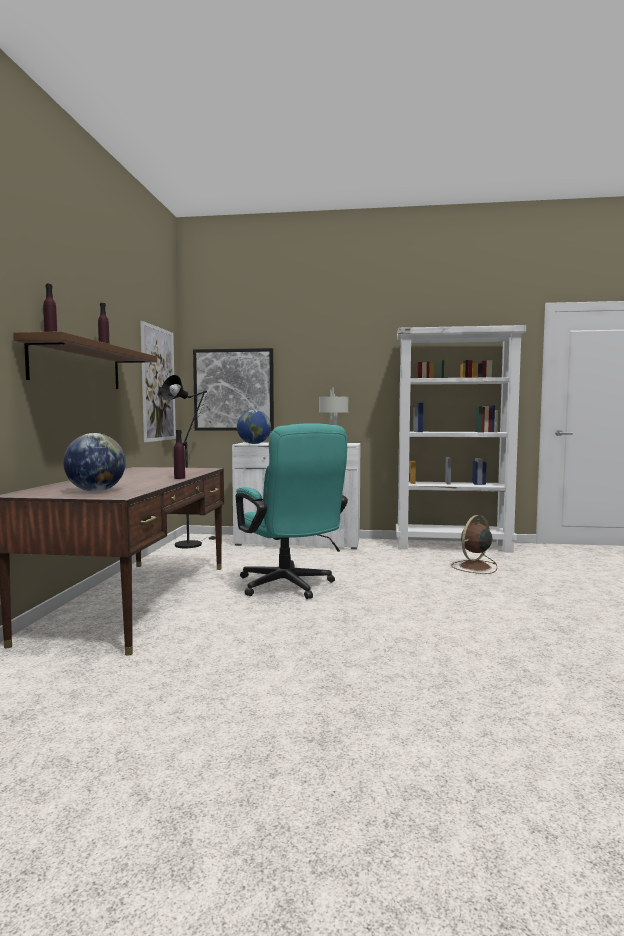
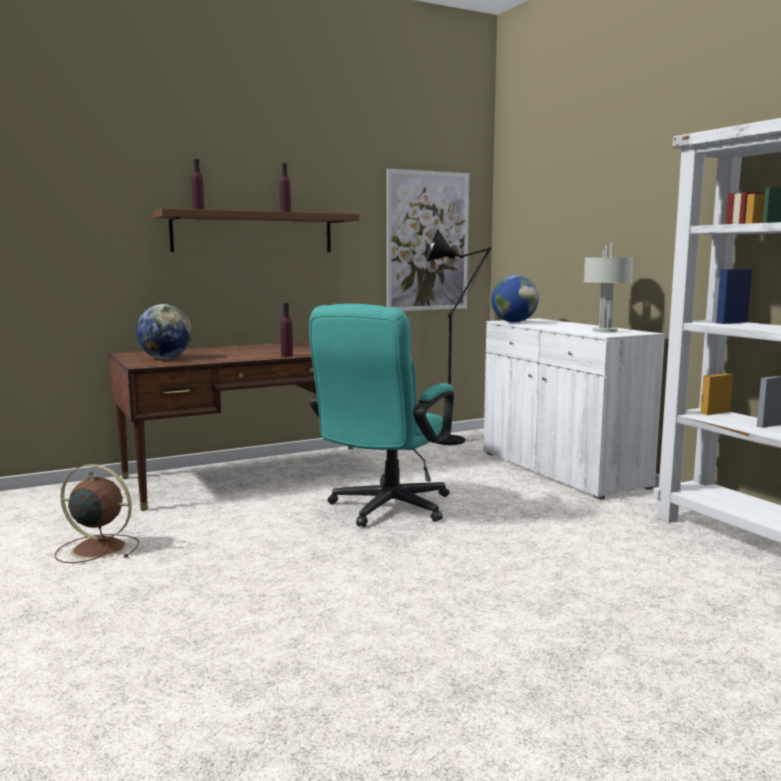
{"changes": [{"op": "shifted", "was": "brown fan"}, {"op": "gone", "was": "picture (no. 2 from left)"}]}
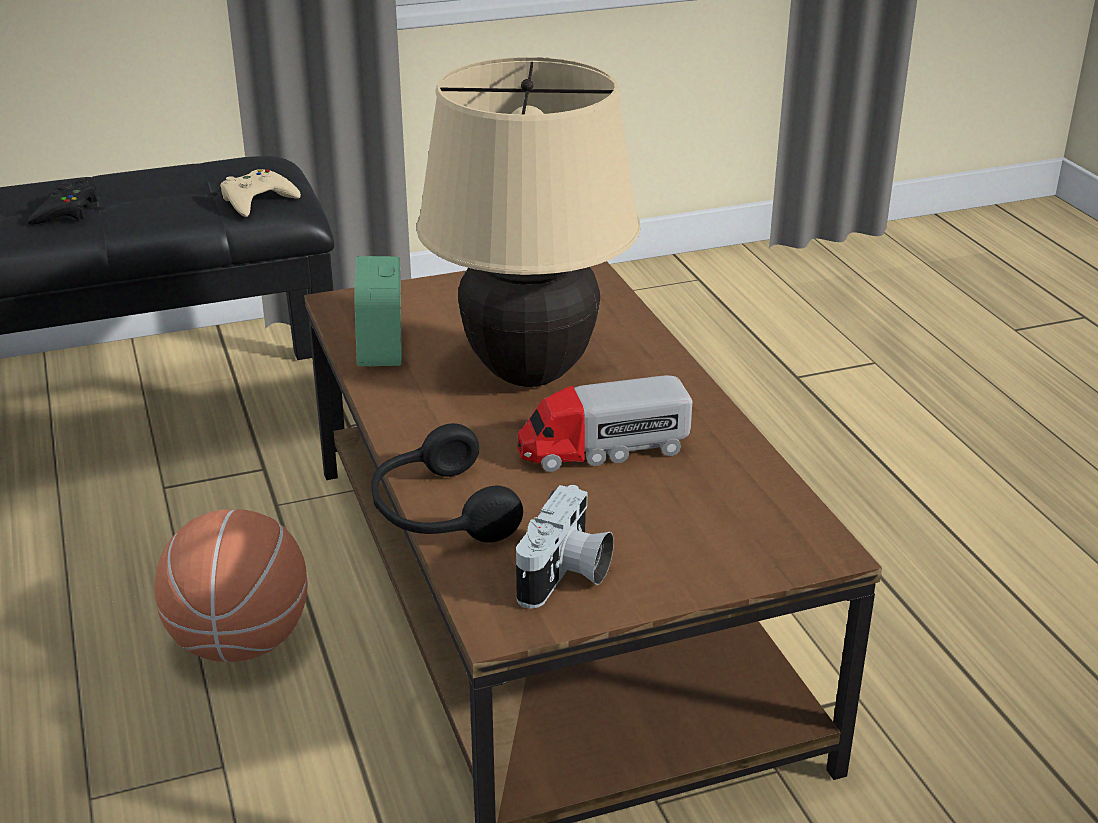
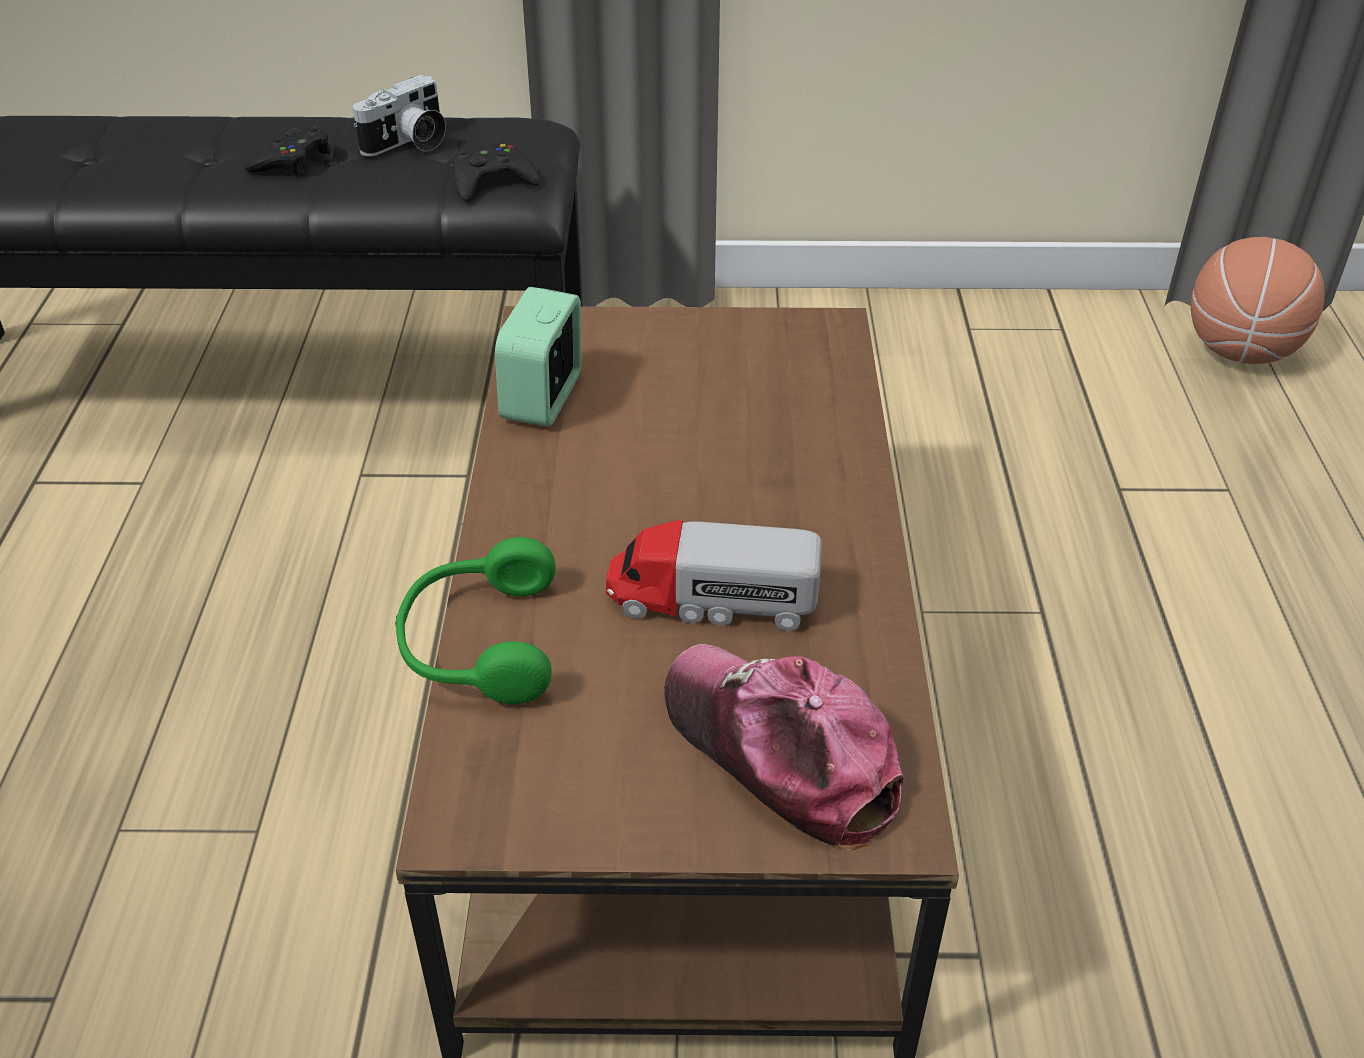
{"changes": [{"op": "shifted", "was": "still camera"}, {"op": "repainted", "was": "black-coloured headset", "now": "green headset"}, {"op": "repainted", "was": "beige game controller", "now": "black-coloured game controller (no. 2 from left)"}, {"op": "new", "now": "cap"}, {"op": "shifted", "was": "basketball ball"}, {"op": "gone", "was": "beige table lamp"}]}
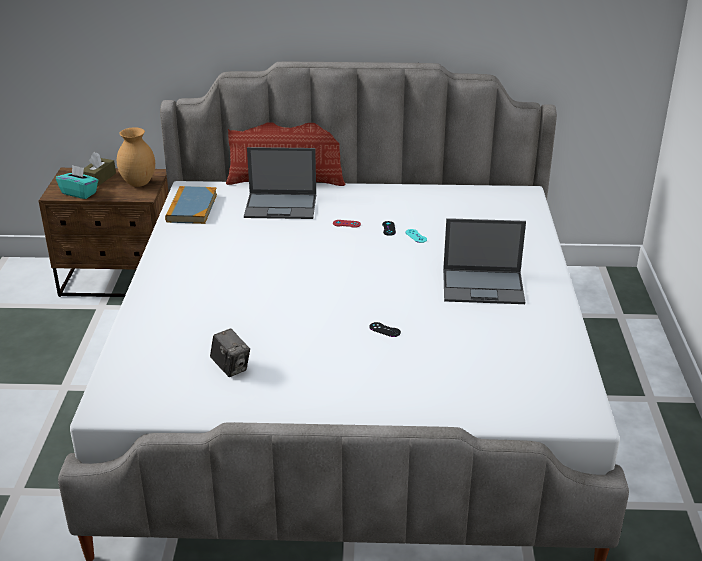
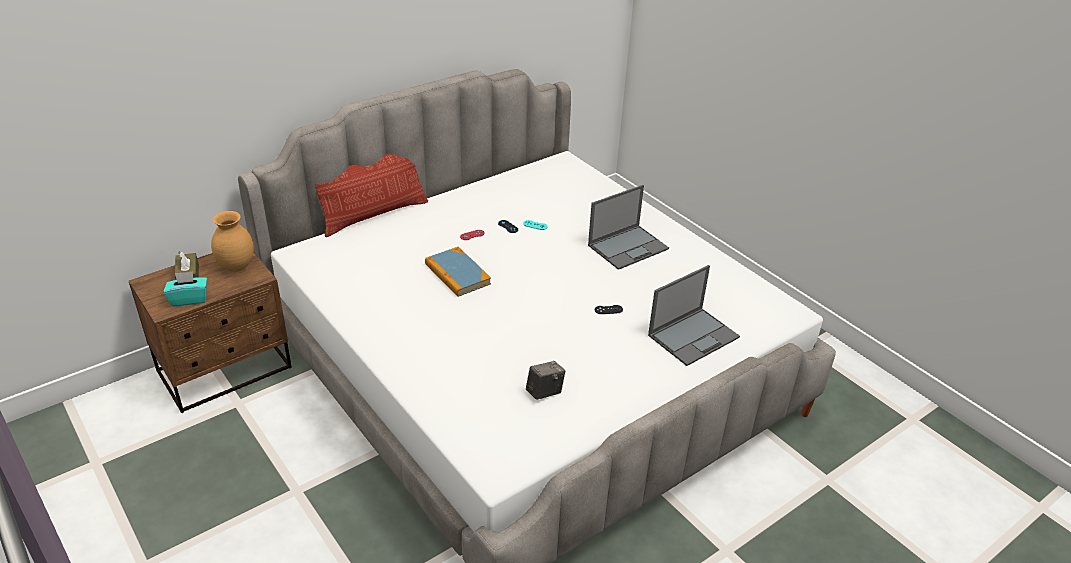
{"changes": [{"op": "shifted", "was": "book"}, {"op": "rotated", "was": "still camera", "clockwise": -45}, {"op": "shifted", "was": "portable computer (no. 1 from left in the first image)", "now": "portable computer (no. 2 from left)"}]}
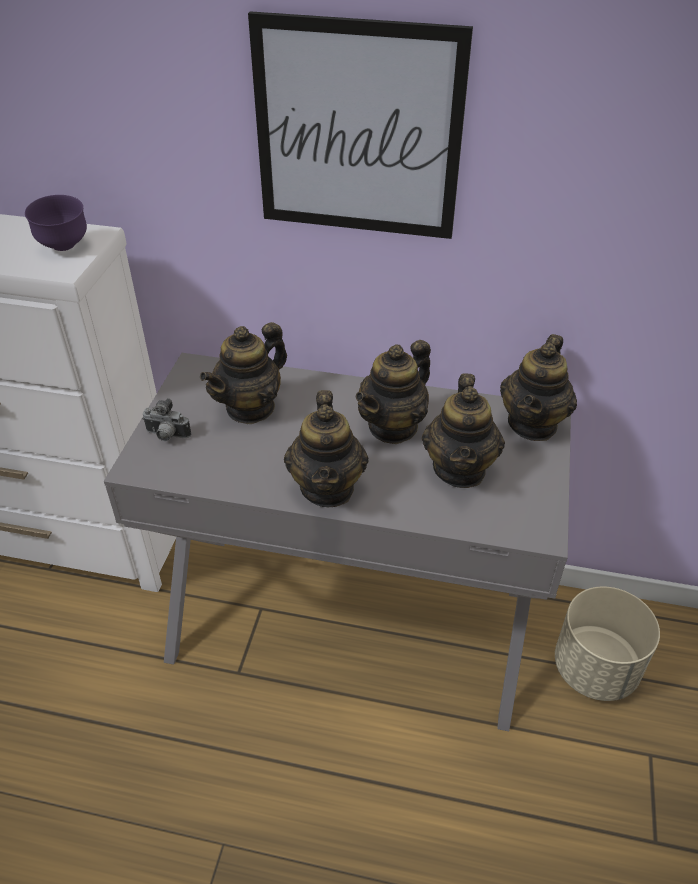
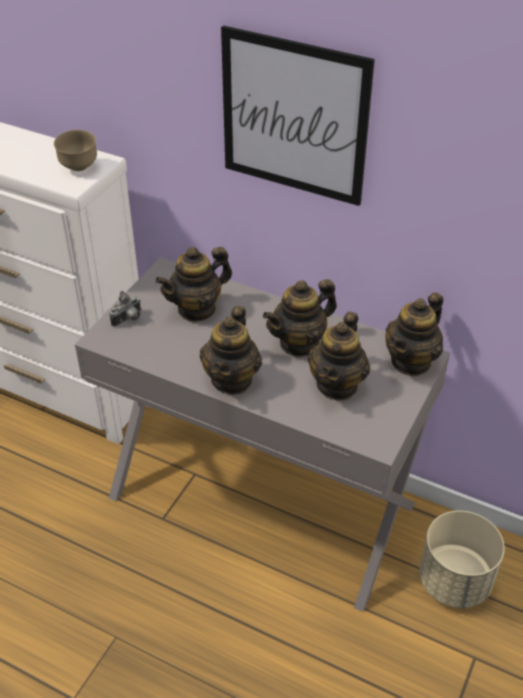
{"changes": [{"op": "repainted", "was": "purple deep dish", "now": "brown deep dish"}, {"op": "rotated", "was": "still camera", "clockwise": -75}]}
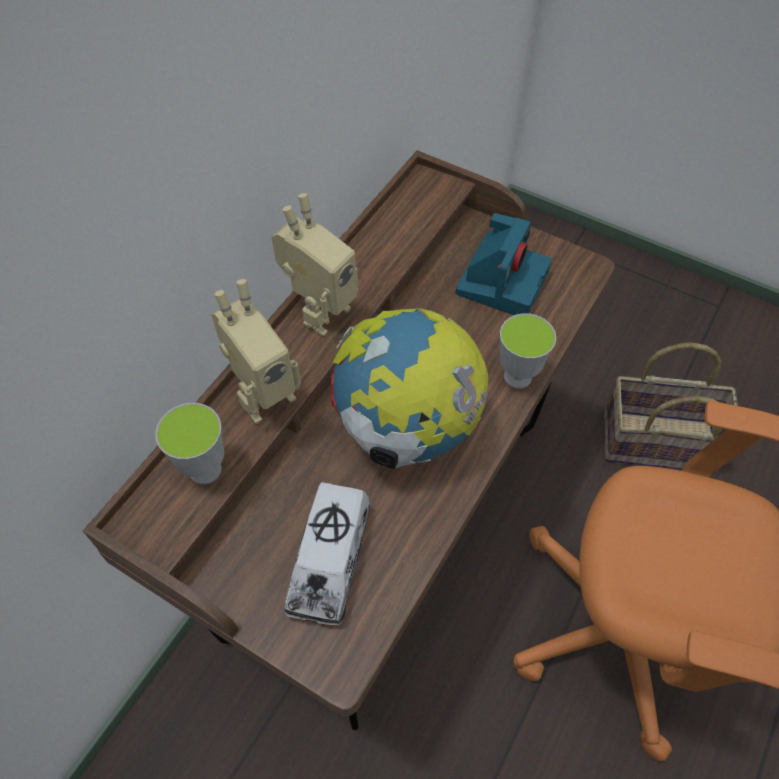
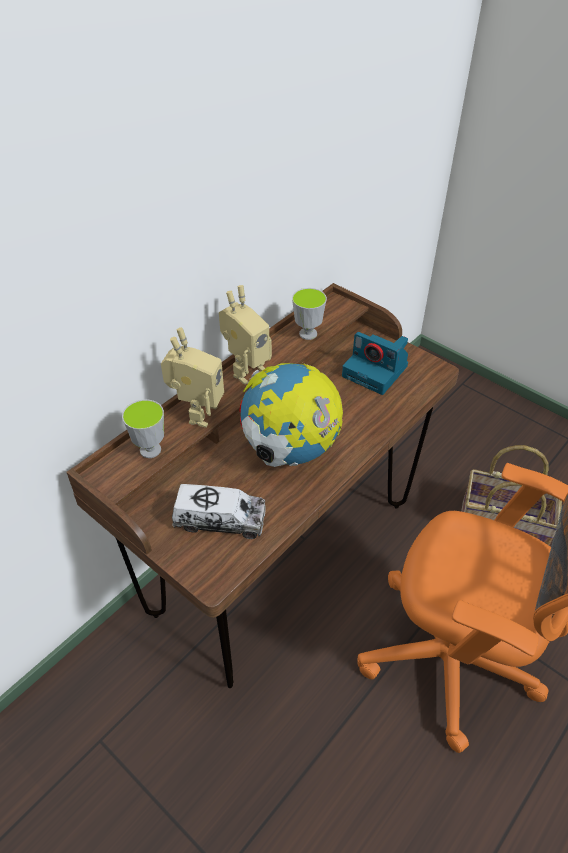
{"changes": [{"op": "rotated", "was": "robot figure (no. 1 from left)", "clockwise": -45}, {"op": "rotated", "was": "model truck", "clockwise": -105}, {"op": "shifted", "was": "cup (no. 2 from left)"}, {"op": "rotated", "was": "still camera", "clockwise": 90}]}
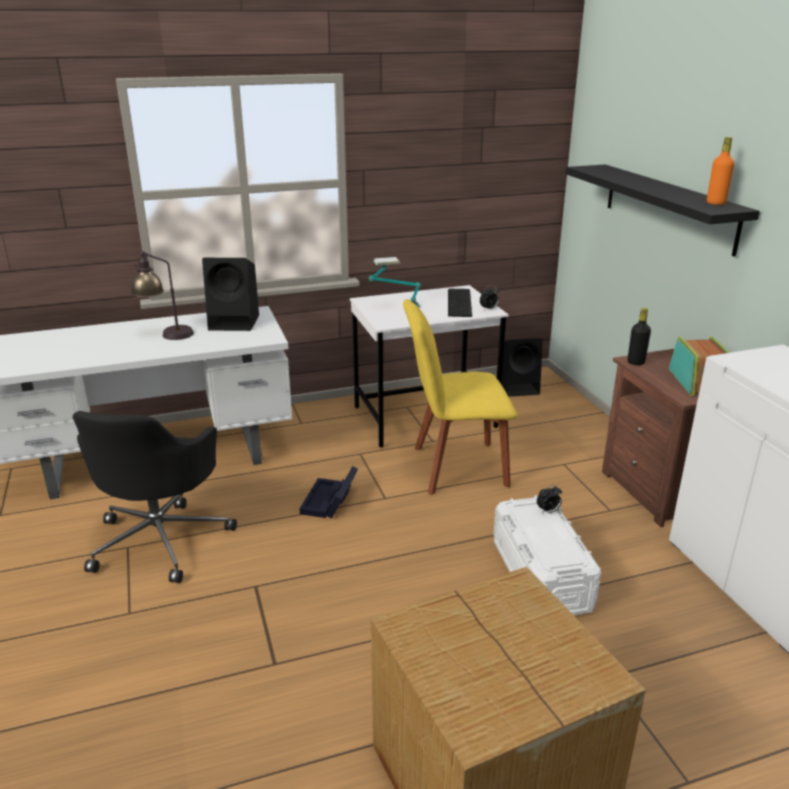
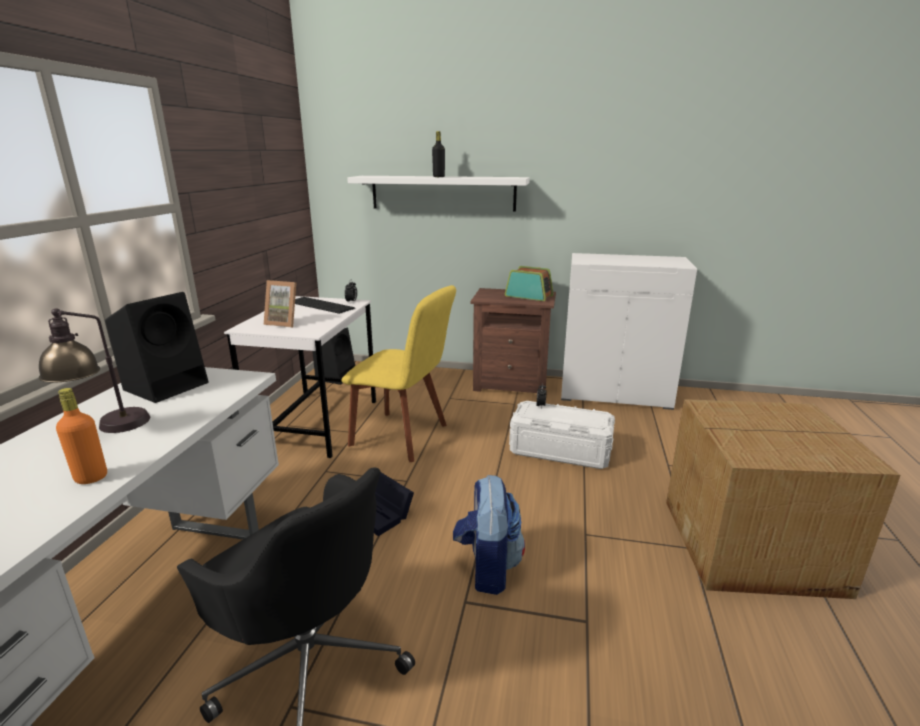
{"changes": [{"op": "shifted", "was": "orangey beverage bottle"}, {"op": "swapped", "was": "table lamp (no. 2 from left)", "now": "picture frame"}, {"op": "rotated", "was": "yellow-coloured chair", "clockwise": -90}, {"op": "repainted", "was": "black-coloured shelf", "now": "white shelf"}, {"op": "shifted", "was": "black-coloured beverage bottle"}, {"op": "new", "now": "backpack"}]}
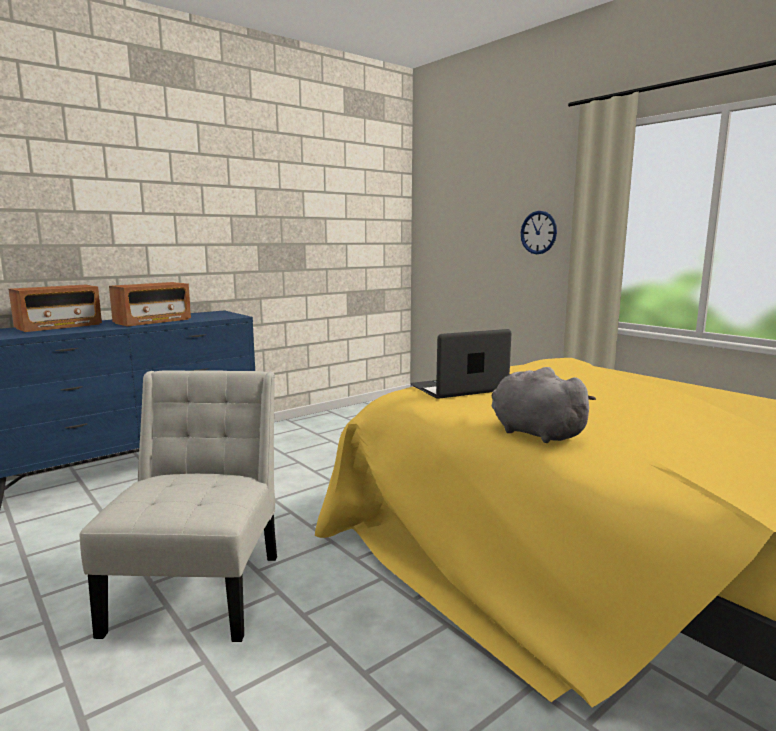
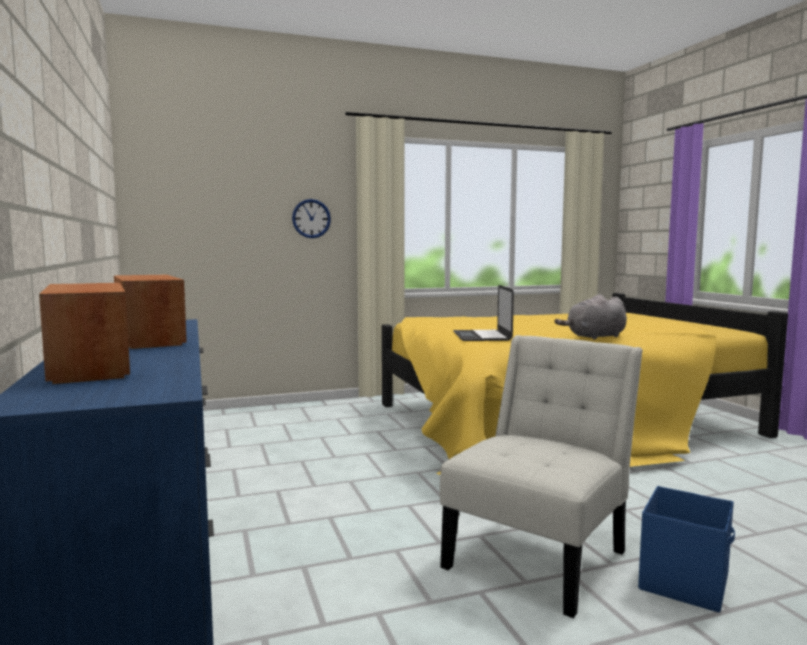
{"changes": [{"op": "rotated", "was": "white chair", "clockwise": 105}, {"op": "new", "now": "blue-coloured storage bin"}]}
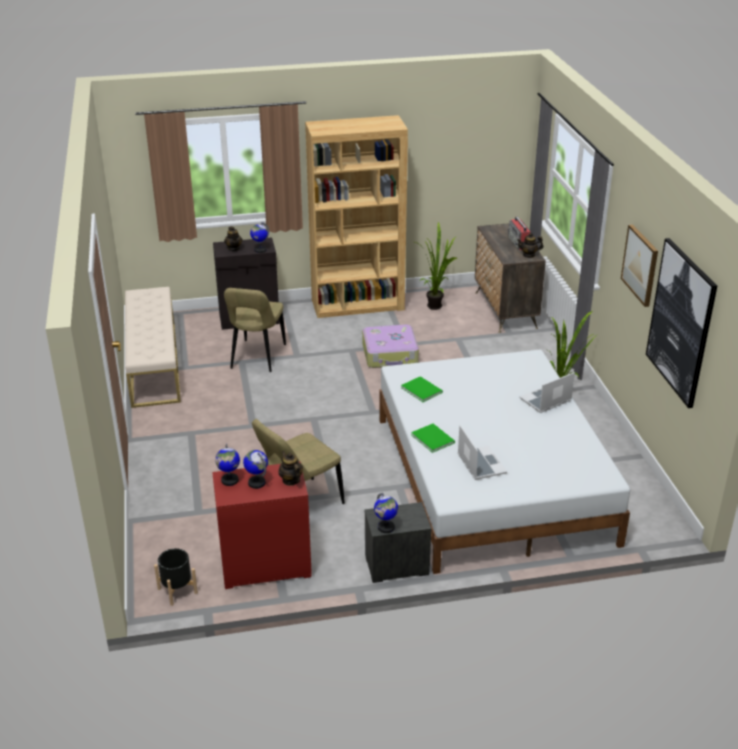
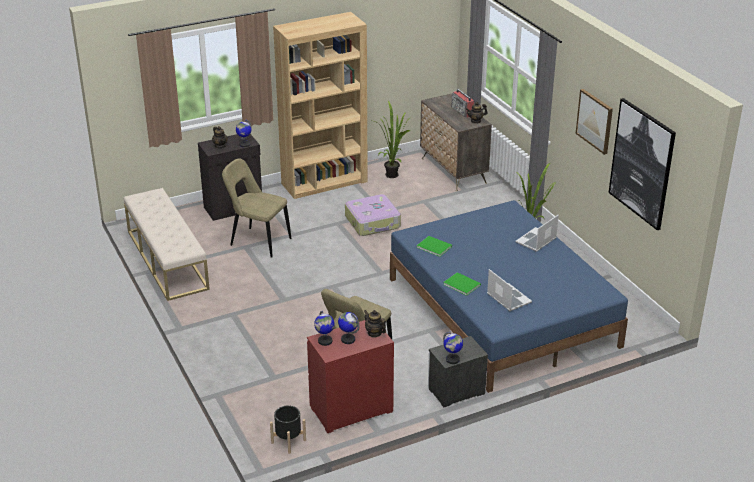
{"changes": [{"op": "rotated", "was": "beige chair (no. 1 from left)", "clockwise": 120}, {"op": "repainted", "was": "white bedroom bed", "now": "blue-coloured bedroom bed"}]}
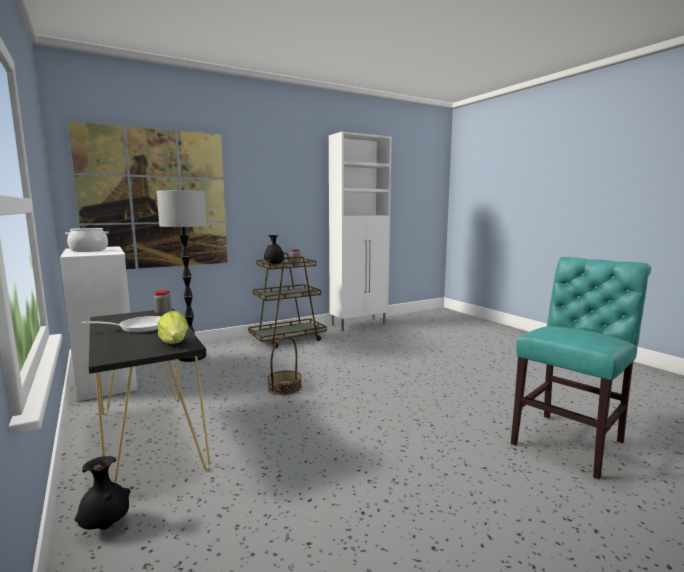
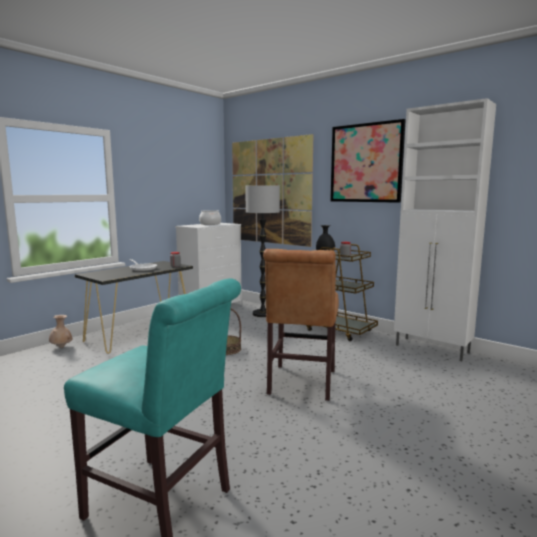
{"changes": [{"op": "repainted", "was": "black-coloured vase (no. 1 from left)", "now": "beige vase"}, {"op": "new", "now": "brown chair"}, {"op": "new", "now": "picture (no. 2 from left)"}, {"op": "gone", "was": "lettuce head"}]}
